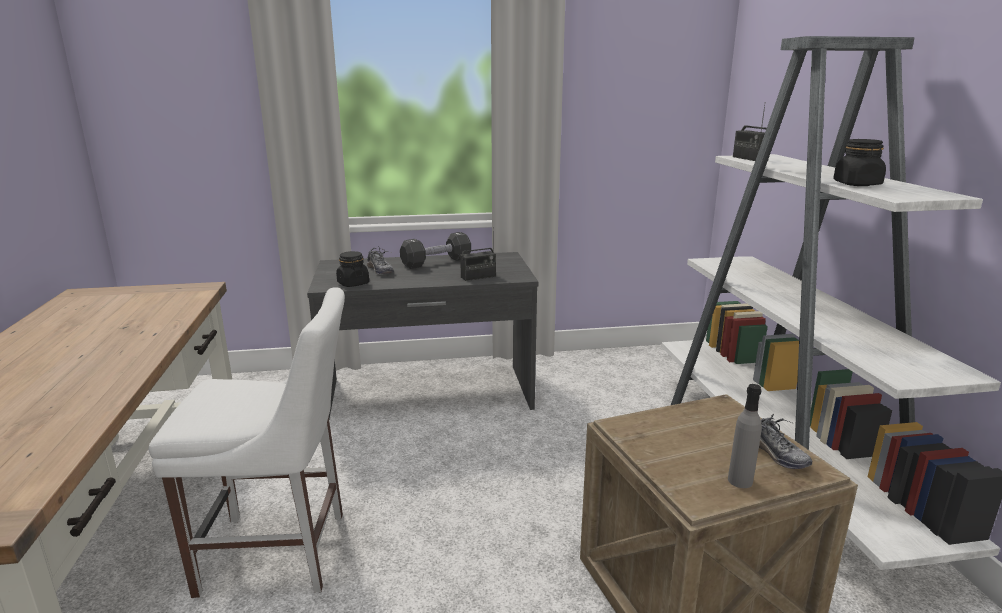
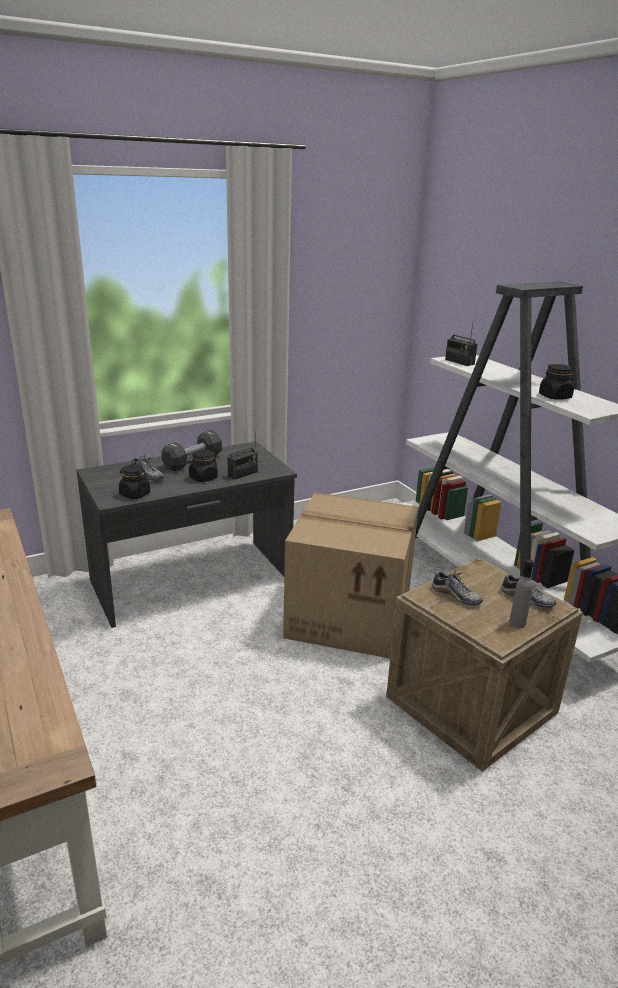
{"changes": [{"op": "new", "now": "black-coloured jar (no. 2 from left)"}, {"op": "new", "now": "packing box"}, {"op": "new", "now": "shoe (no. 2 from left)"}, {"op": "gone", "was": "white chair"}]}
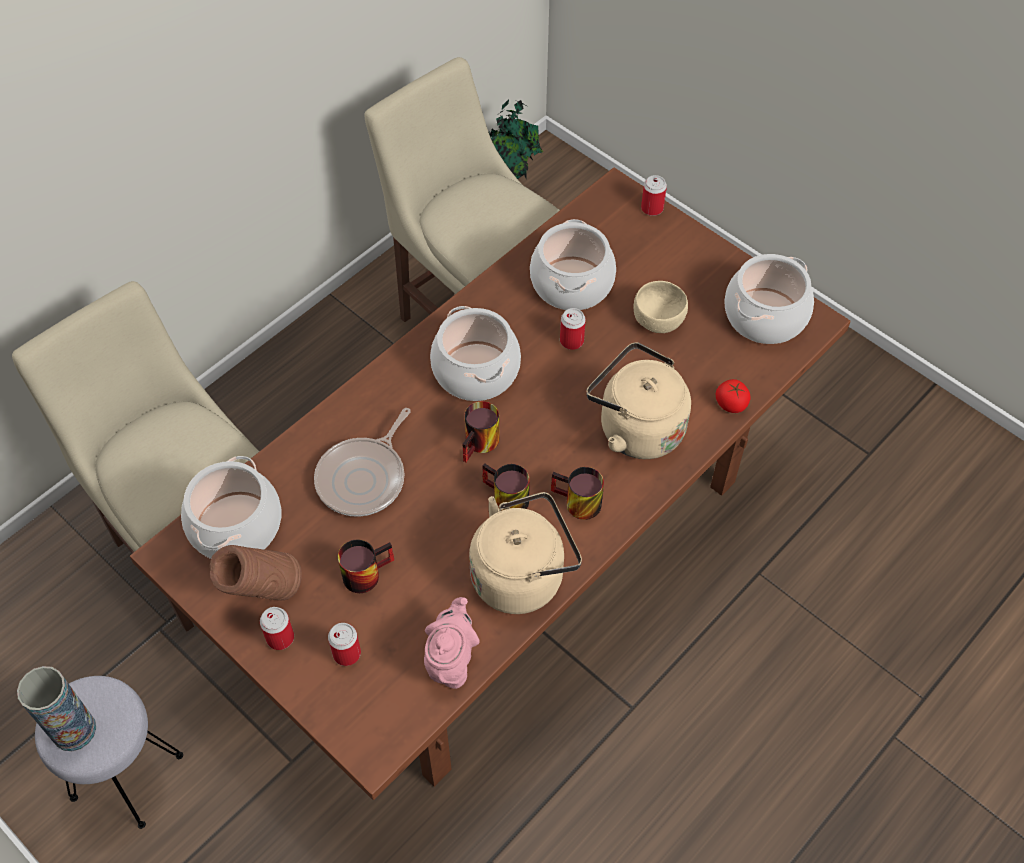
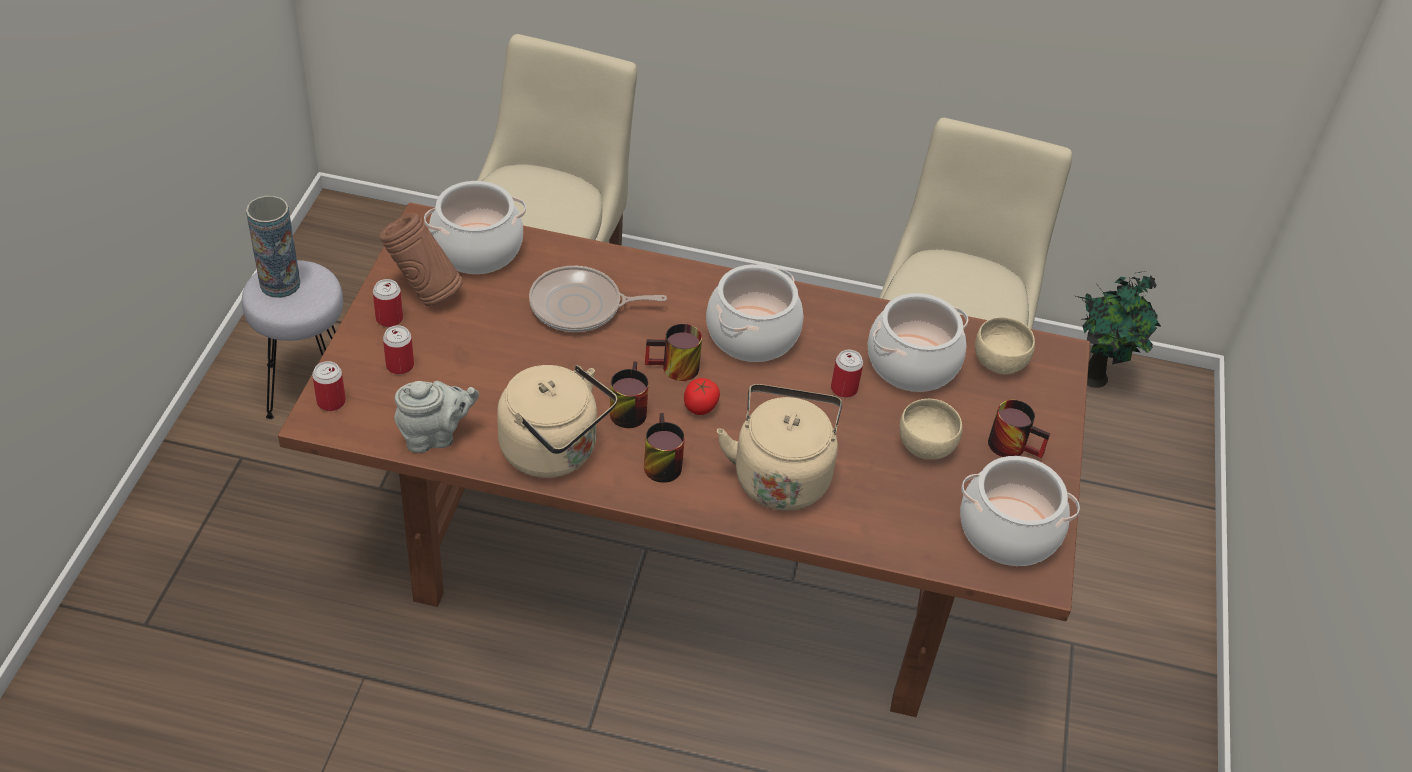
{"changes": [{"op": "shifted", "was": "can (no. 4 from left in the first image)", "now": "can (no. 1 from left)"}, {"op": "repainted", "was": "pink-coloured tea pot", "now": "grey tea pot"}, {"op": "shifted", "was": "fresh tomato"}, {"op": "new", "now": "beige deep dish (no. 2 from left)"}, {"op": "shifted", "was": "mug (no. 1 from left in the first image)", "now": "mug (no. 4 from left)"}]}
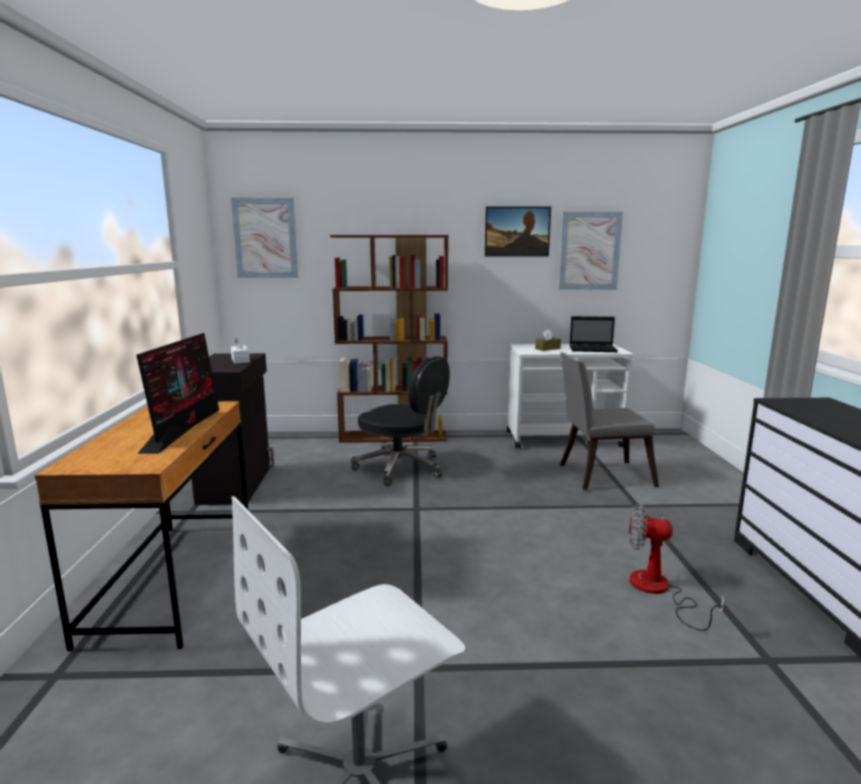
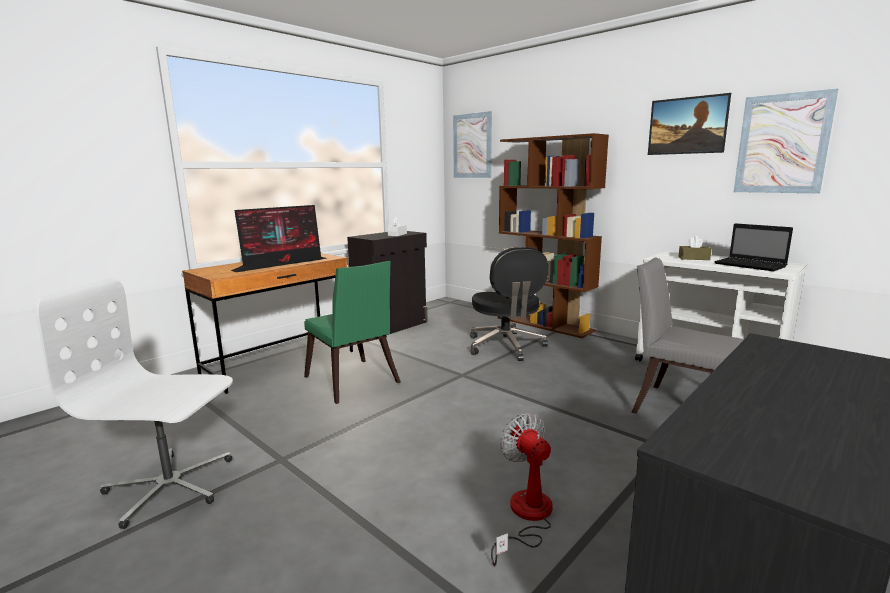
{"changes": [{"op": "new", "now": "green chair"}]}
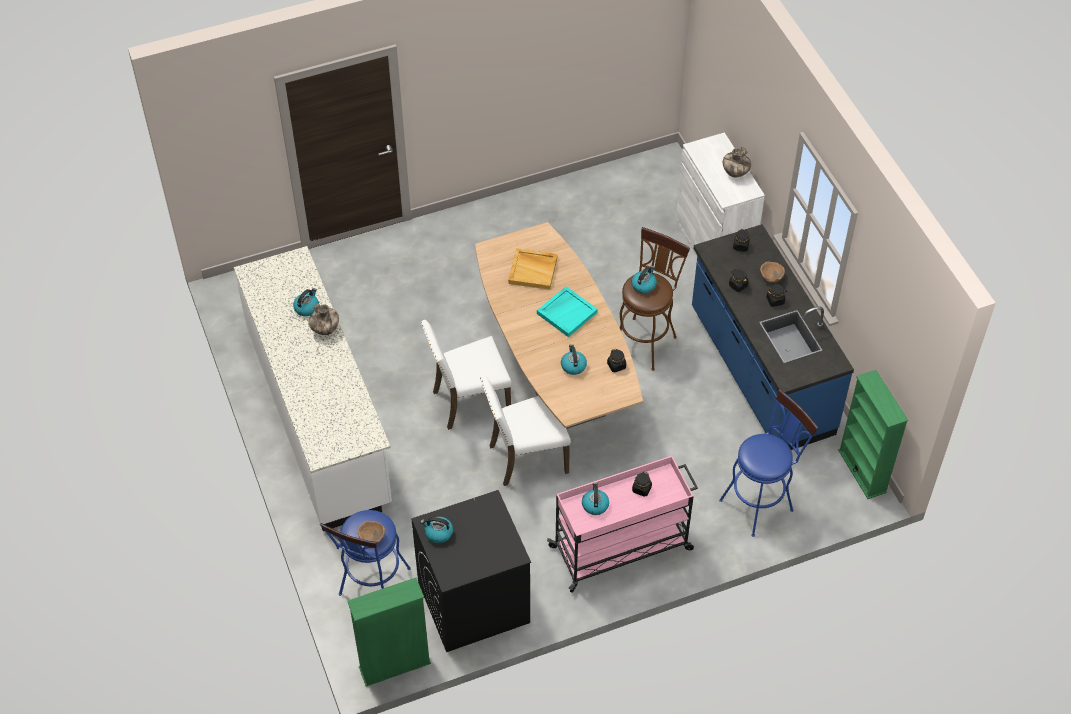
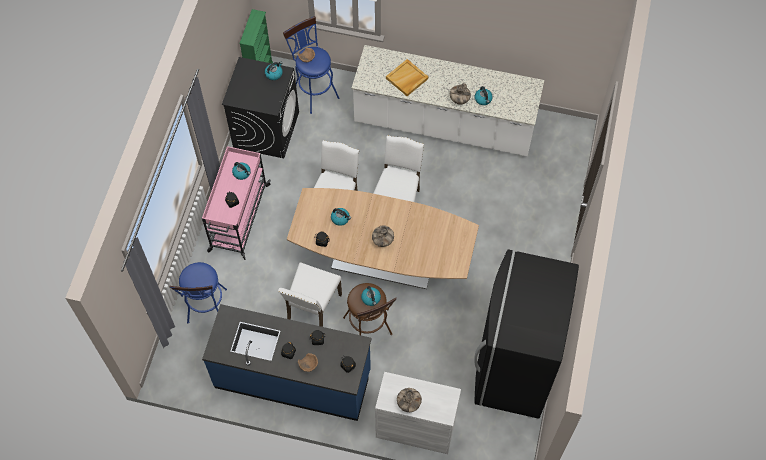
{"changes": [{"op": "new", "now": "white chair (no. 1 from left)"}, {"op": "swapped", "was": "blue-green carrying tray", "now": "vase (no. 1 from left)"}, {"op": "shifted", "was": "beige carrying tray"}, {"op": "new", "now": "black-coloured kitchen fridge"}, {"op": "gone", "was": "green shelving unit (no. 2 from left)"}]}
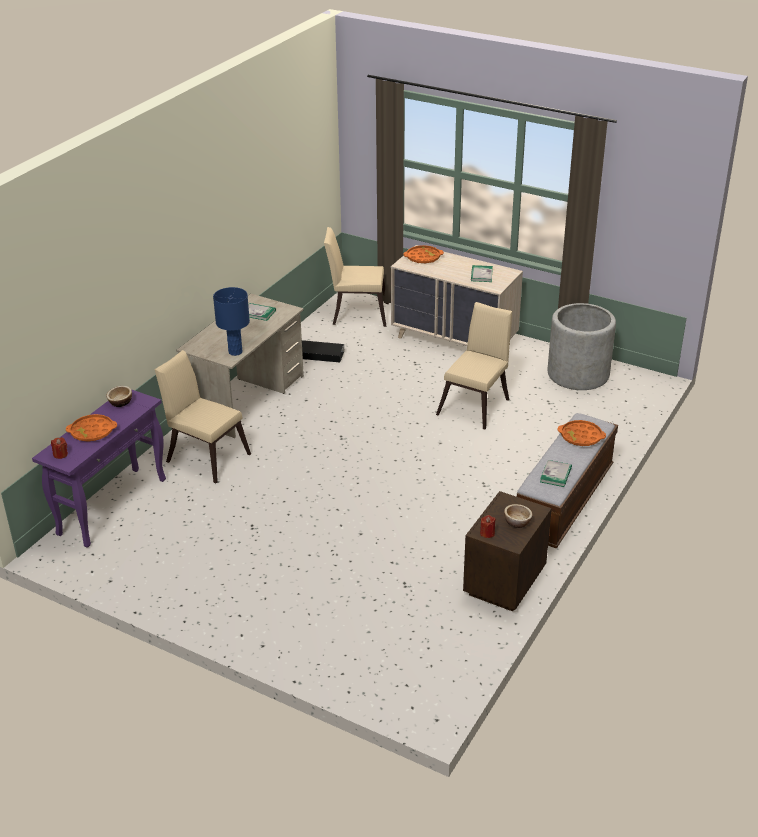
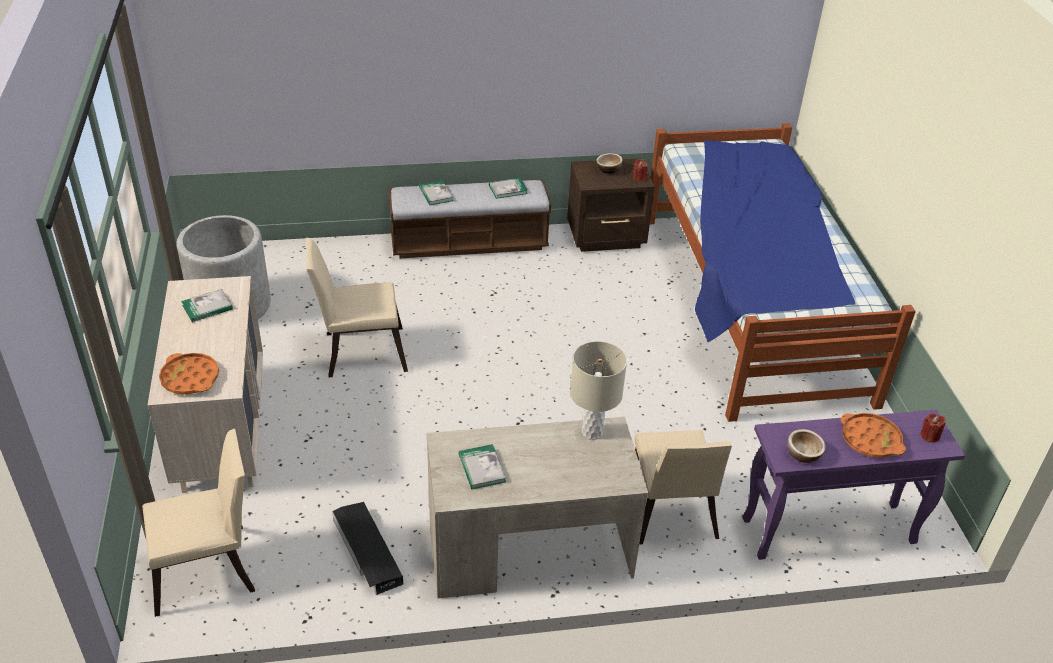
{"changes": [{"op": "rotated", "was": "beige chair (no. 2 from left in the first image)", "clockwise": -75}, {"op": "swapped", "was": "orangey carrying tray (no. 3 from left)", "now": "book (no. 2 from left)"}, {"op": "repainted", "was": "blue-coloured table lamp", "now": "beige table lamp"}, {"op": "new", "now": "bedroom bed"}]}
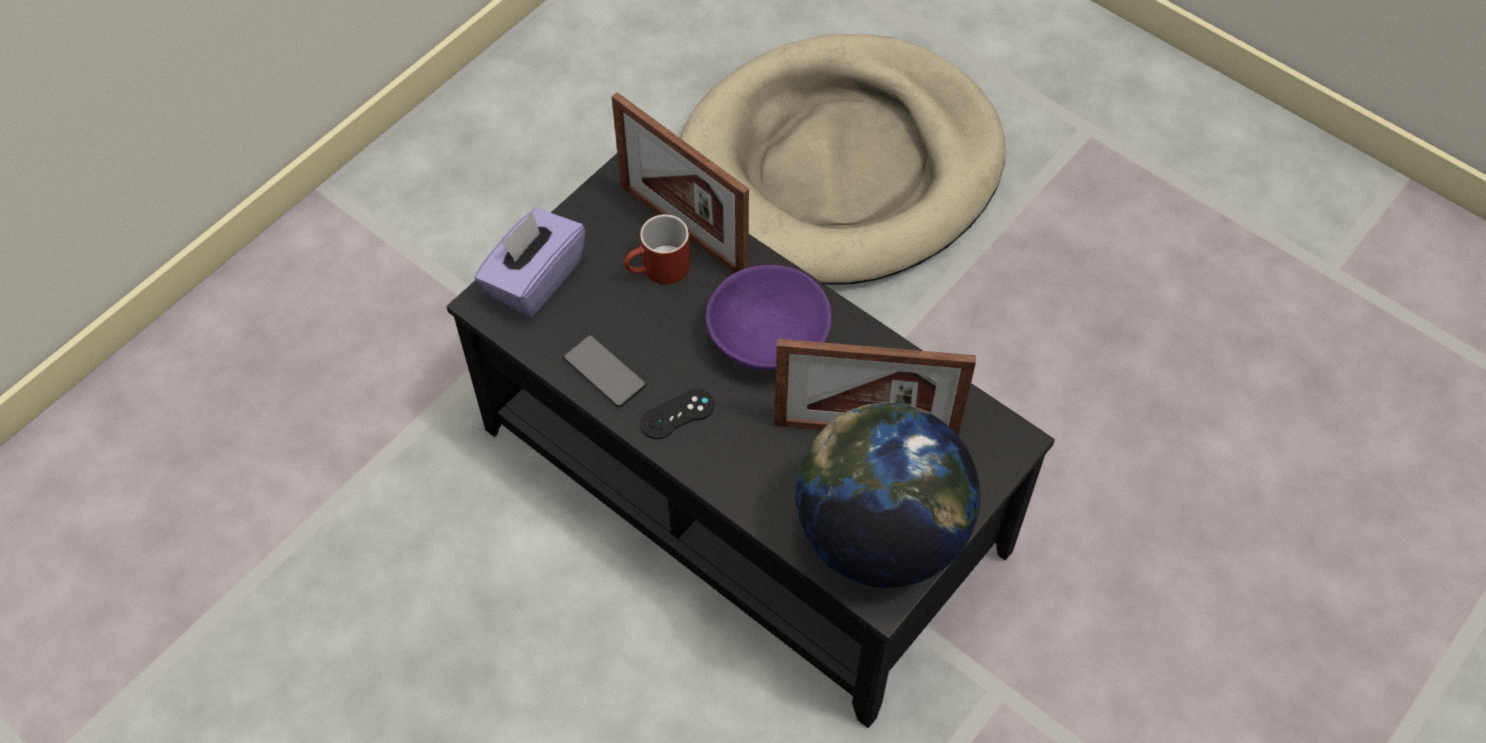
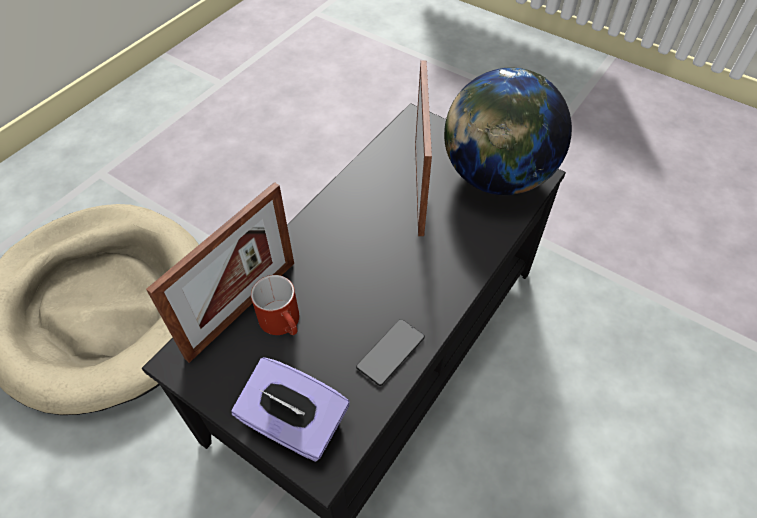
{"changes": [{"op": "gone", "was": "black-coloured game controller"}, {"op": "gone", "was": "purple deep dish"}]}
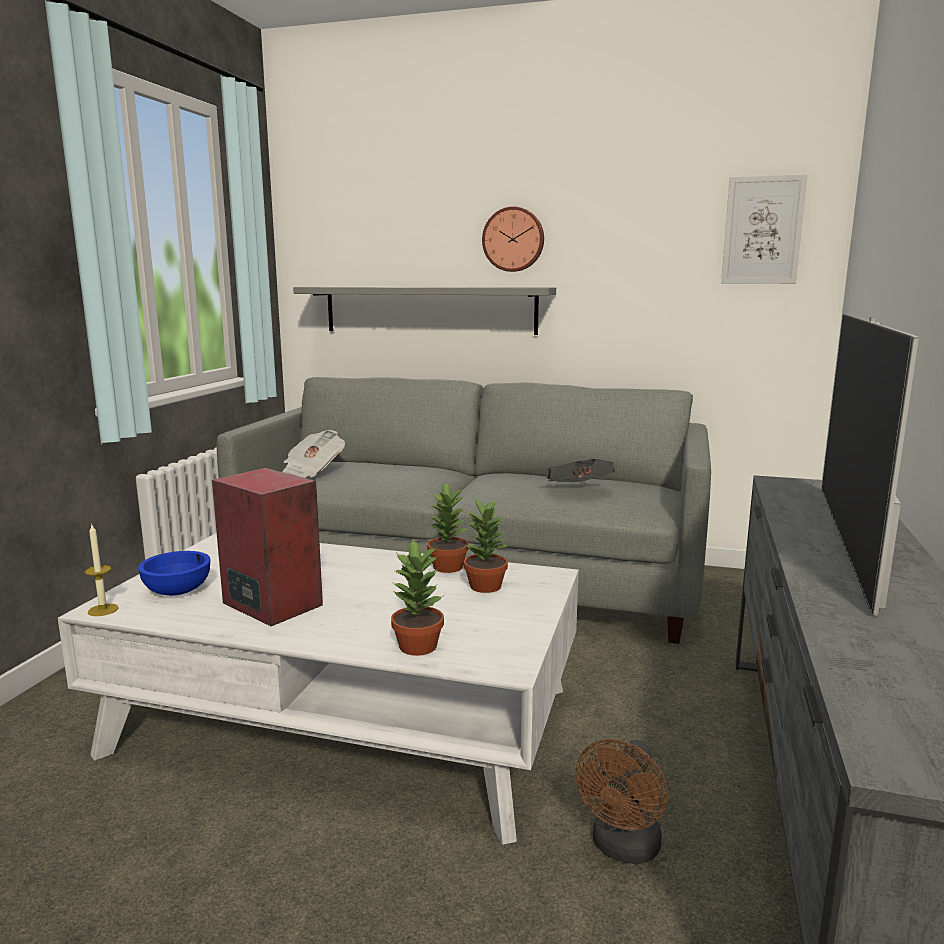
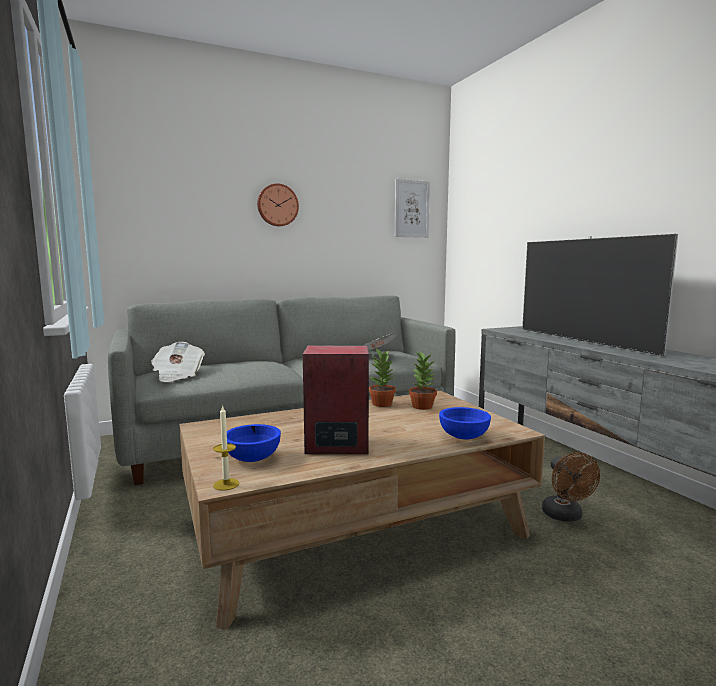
{"changes": [{"op": "repainted", "was": "white coffee table", "now": "brown coffee table"}, {"op": "swapped", "was": "houseplant (no. 1 from left)", "now": "blue-coloured deep dish (no. 2 from left)"}, {"op": "gone", "was": "grey shelf"}]}
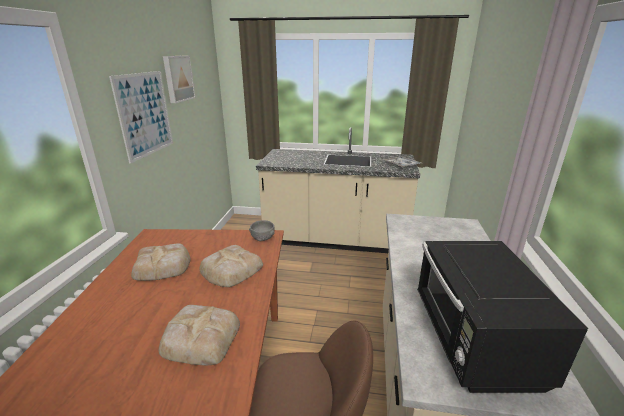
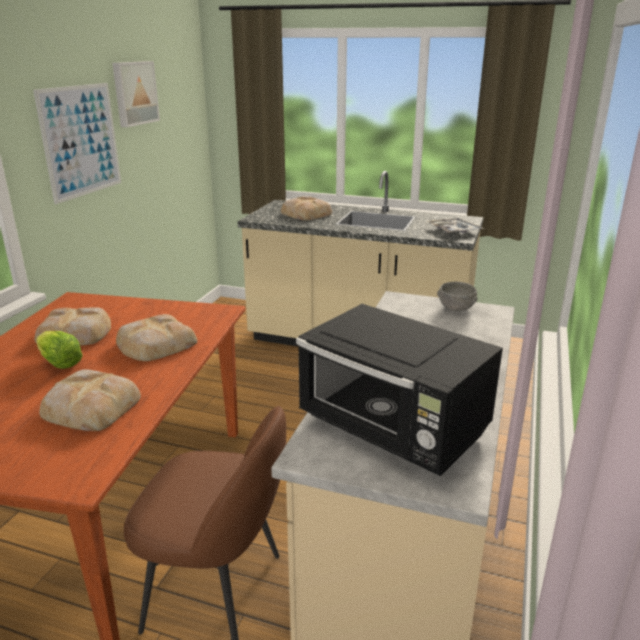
{"changes": [{"op": "new", "now": "lettuce head"}, {"op": "new", "now": "baked bread (no. 4 from left)"}, {"op": "rotated", "was": "black-coloured kitchen microwave", "clockwise": -60}, {"op": "shifted", "was": "grey deep dish"}]}
